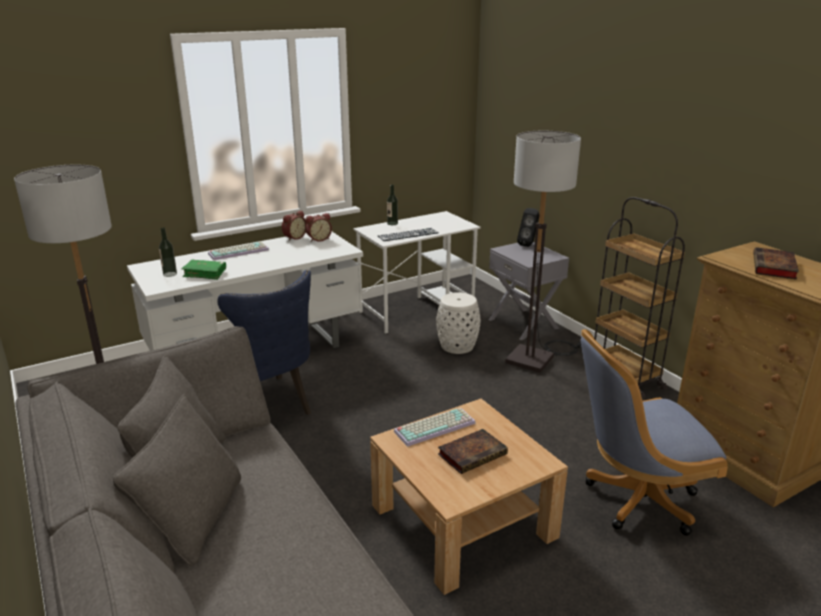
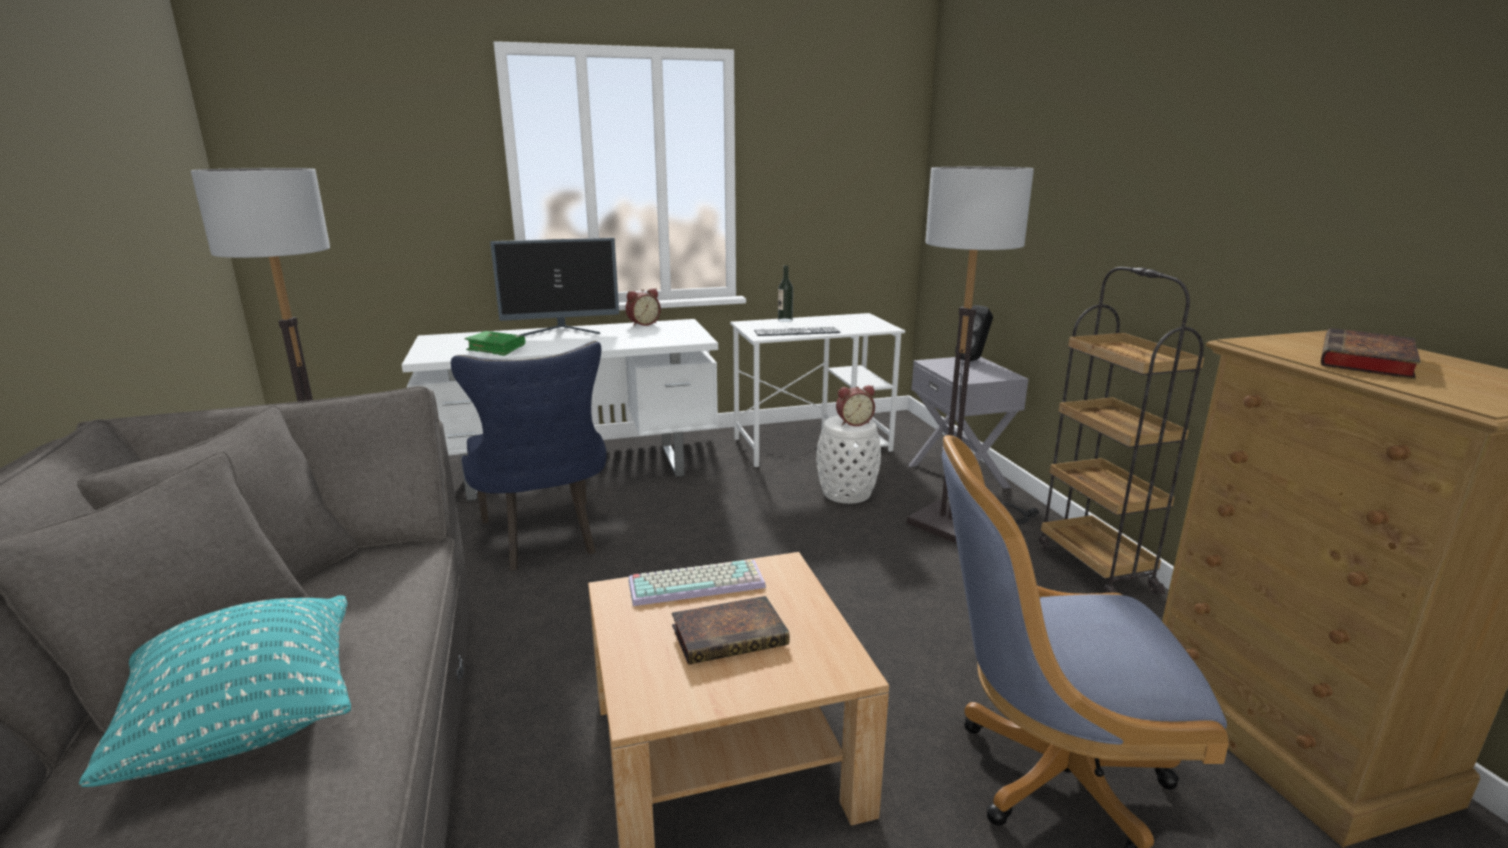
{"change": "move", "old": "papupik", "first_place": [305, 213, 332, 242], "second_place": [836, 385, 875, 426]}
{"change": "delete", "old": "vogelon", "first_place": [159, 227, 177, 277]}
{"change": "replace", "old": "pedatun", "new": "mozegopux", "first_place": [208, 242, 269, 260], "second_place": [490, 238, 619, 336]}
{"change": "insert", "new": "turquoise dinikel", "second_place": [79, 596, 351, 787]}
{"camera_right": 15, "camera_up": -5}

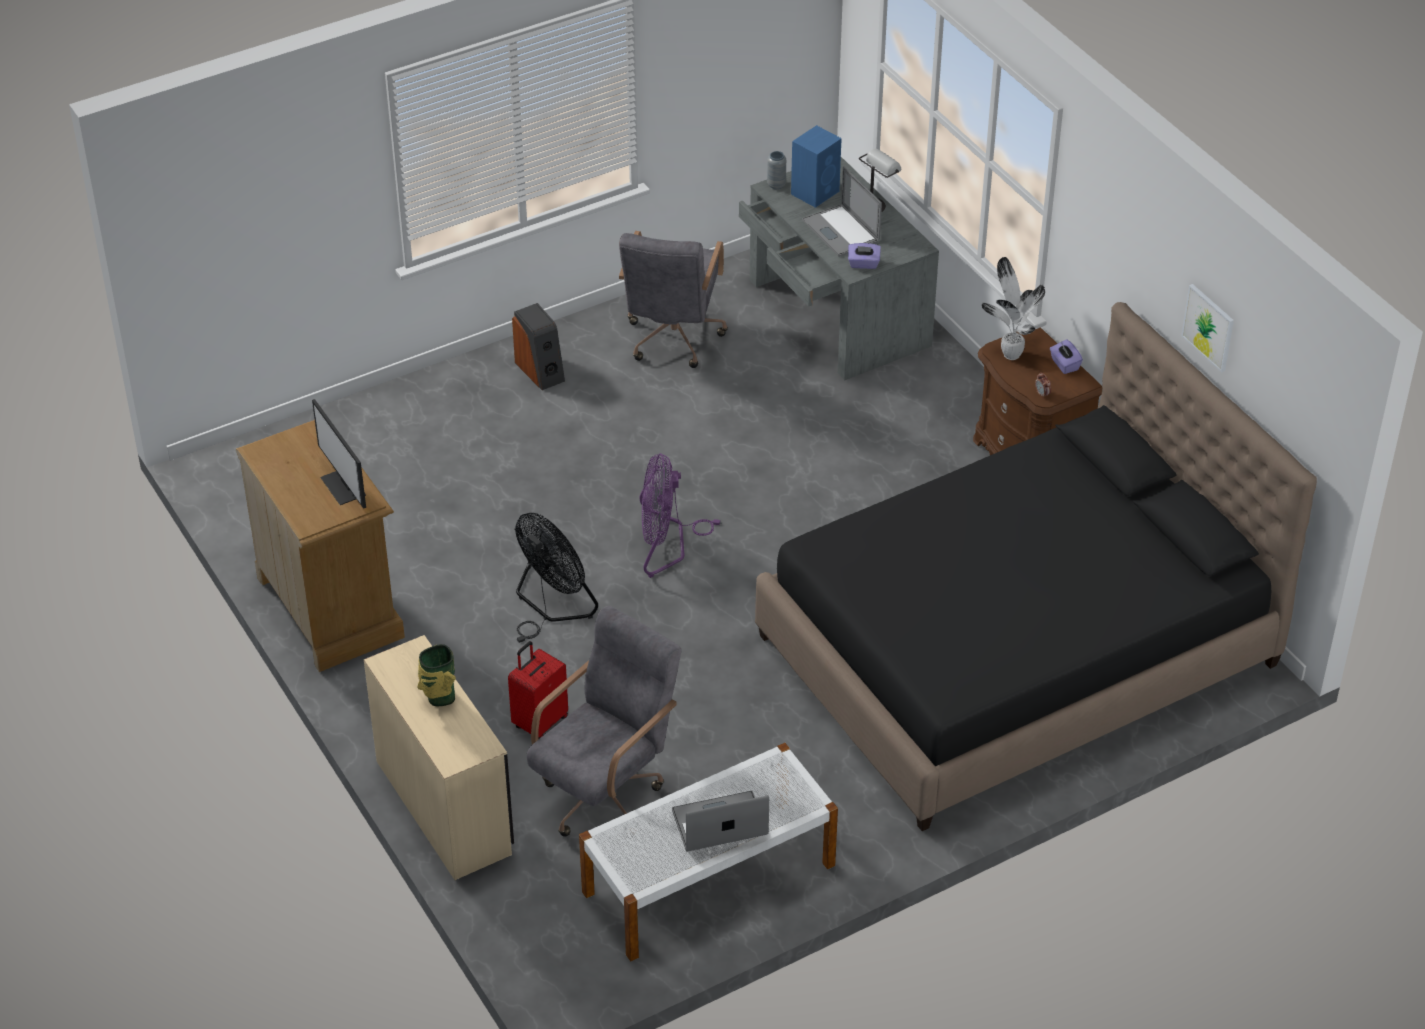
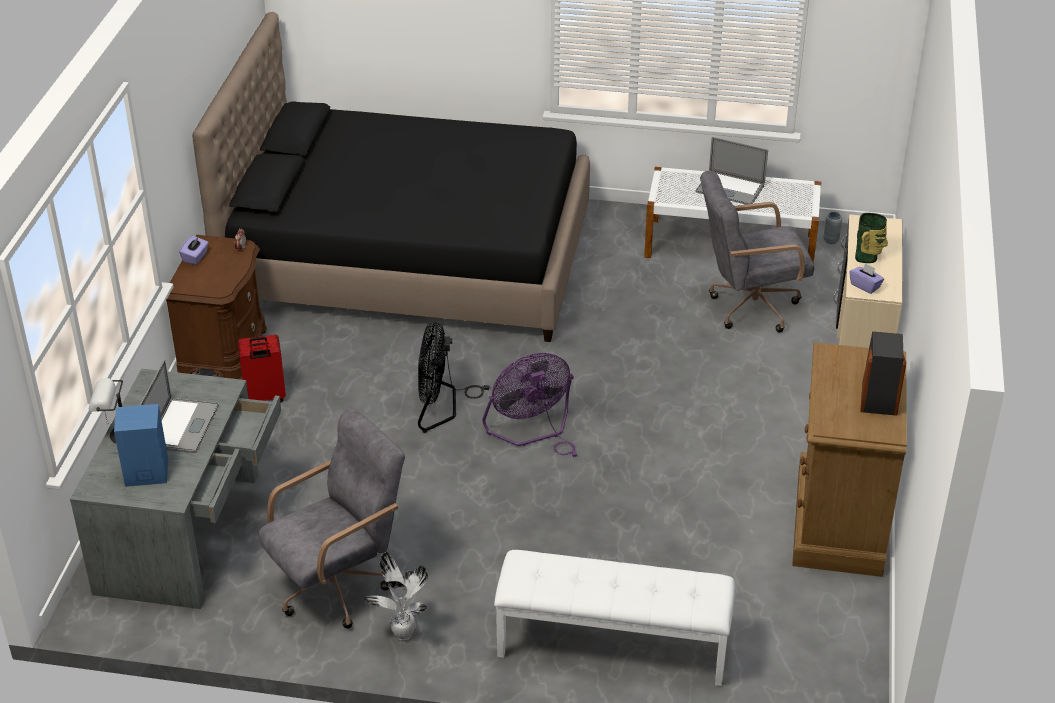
{"change": "move", "old": "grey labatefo", "first_place": [767, 151, 786, 189], "second_place": [823, 212, 842, 244]}
{"change": "move", "old": "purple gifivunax", "first_place": [848, 243, 881, 269], "second_place": [849, 263, 884, 294]}
{"change": "move", "old": "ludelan", "first_place": [982, 257, 1045, 360], "second_place": [364, 552, 428, 640]}
{"change": "delete", "old": "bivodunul", "first_place": [1181, 284, 1234, 372]}
{"change": "move", "old": "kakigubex", "first_place": [512, 303, 565, 390], "second_place": [860, 331, 906, 416]}
{"change": "delete", "old": "mozegopux", "first_place": [312, 399, 366, 509]}
{"change": "rotate", "old": "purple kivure", "first_place": [640, 453, 722, 578], "second_place": [482, 353, 577, 457], "degrees": -150}
{"change": "move", "old": "black kivure", "first_place": [514, 513, 598, 643], "second_place": [418, 322, 490, 433]}
{"change": "move", "old": "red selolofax", "first_place": [508, 641, 568, 739], "second_place": [238, 335, 286, 403]}
{"change": "insert", "new": "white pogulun", "second_place": [494, 550, 735, 686]}
{"camera_right": -140, "camera_up": -5}

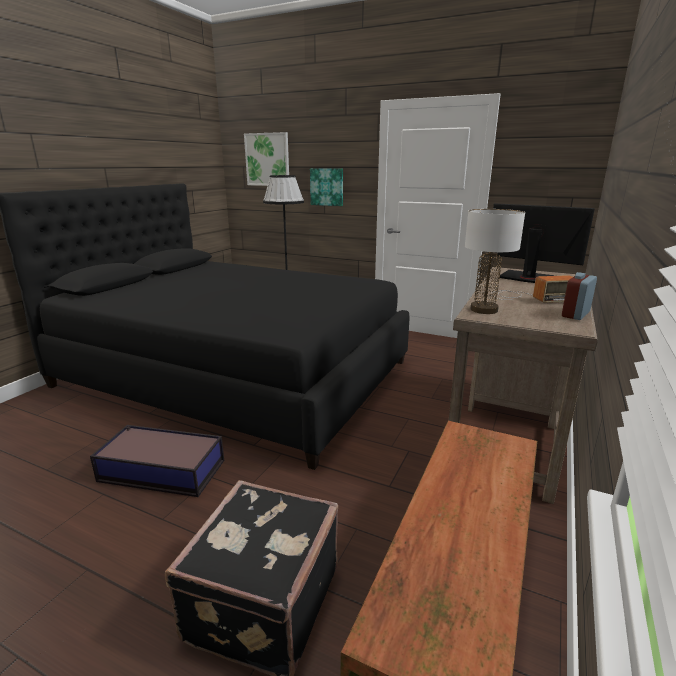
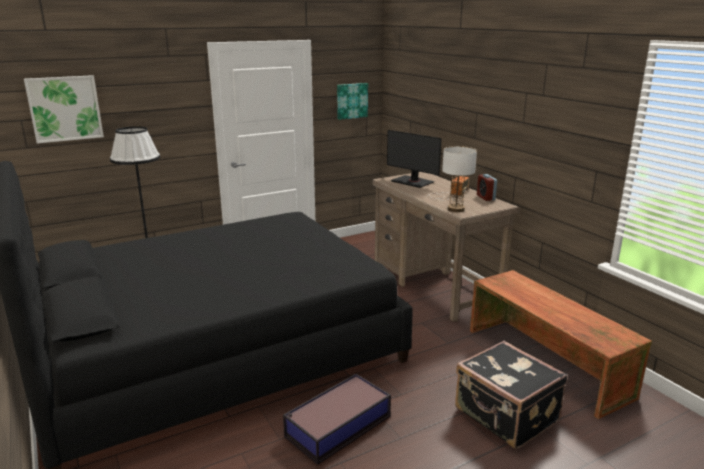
{"change": "move", "old": "bivodunul", "first_place": [310, 168, 343, 206], "second_place": [337, 83, 368, 120]}
{"change": "rotate", "old": "mozegopux", "first_place": [493, 203, 595, 283], "second_place": [387, 130, 442, 188], "degrees": -120}
{"camera_right": -55, "camera_up": 0}

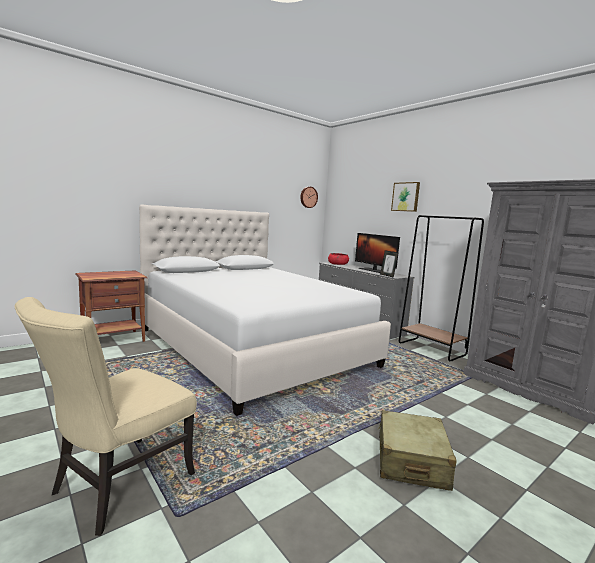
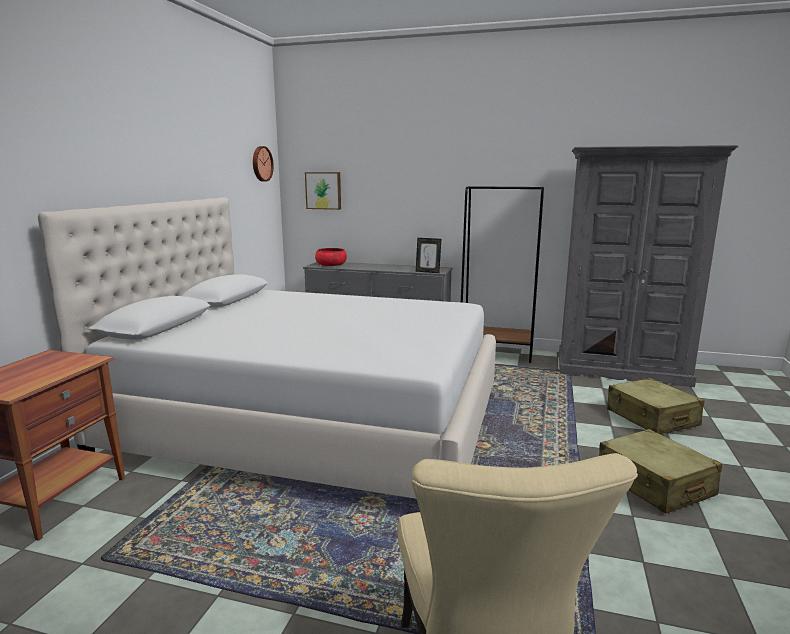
{"change": "move", "old": "bivodunul", "first_place": [391, 182, 420, 212], "second_place": [305, 172, 341, 210]}
{"change": "delete", "old": "mozegopux", "first_place": [355, 233, 400, 273]}
{"change": "insert", "new": "beige selolofax", "second_place": [607, 378, 704, 434]}
{"camera_right": -35, "camera_up": 5}

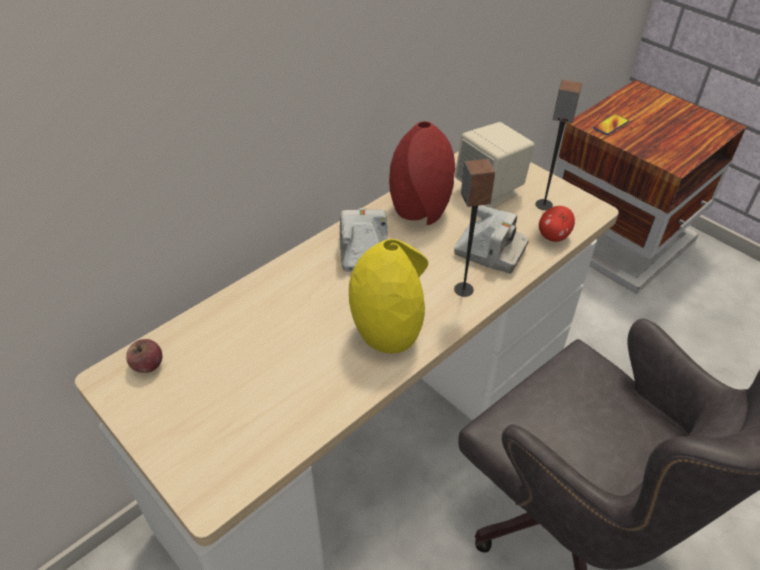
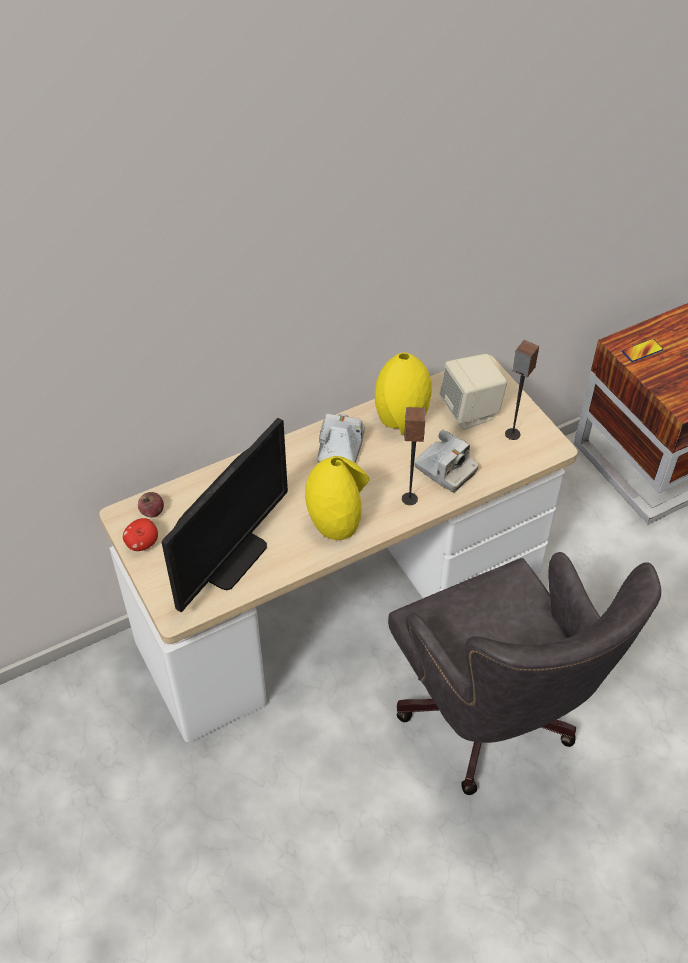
{"change": "recolor", "old": "red labatefo", "new": "yellow labatefo", "first_place": [389, 121, 455, 225], "second_place": [375, 353, 432, 435]}
{"change": "move", "old": "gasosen", "first_place": [539, 206, 575, 242], "second_place": [123, 518, 158, 551]}
{"change": "insert", "new": "mozegopux", "second_place": [162, 418, 288, 612]}
{"camera_right": 15, "camera_up": 5}

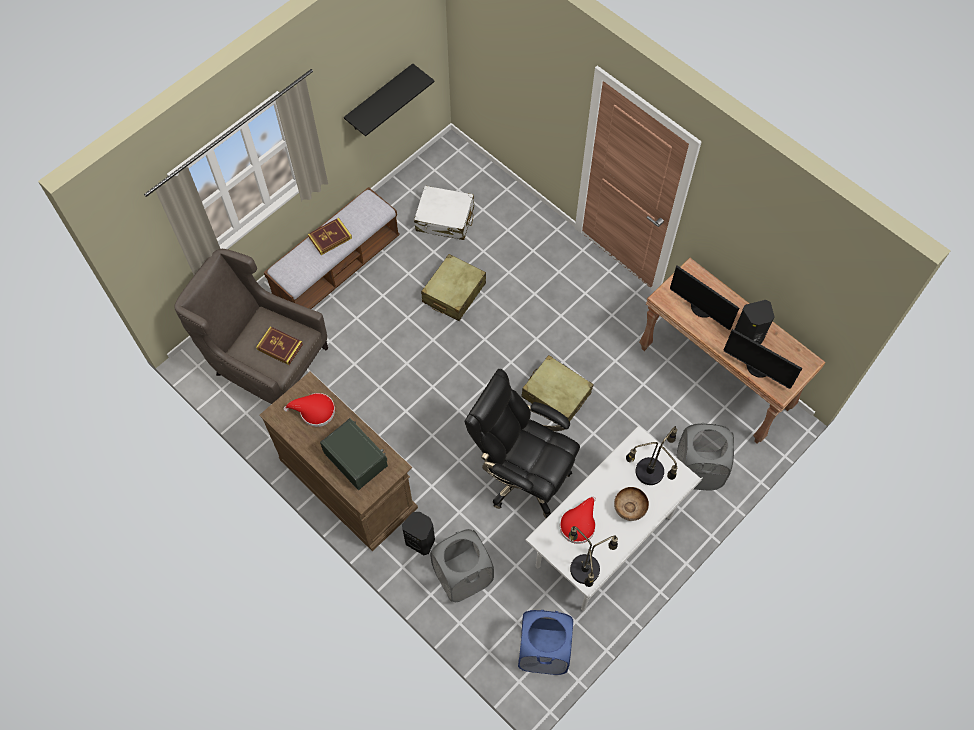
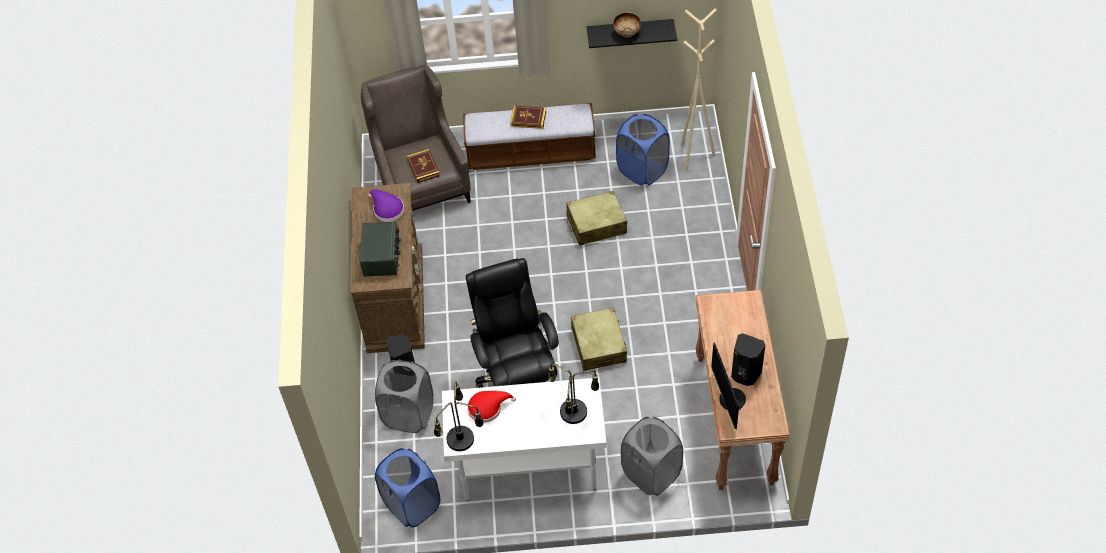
{"change": "replace", "old": "white selolofax", "new": "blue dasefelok", "first_place": [414, 186, 474, 240], "second_place": [616, 114, 670, 185]}
{"change": "delete", "old": "mozegopux", "first_place": [670, 265, 739, 330]}
{"change": "recolor", "old": "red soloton", "new": "purple soloton", "first_place": [284, 393, 335, 427], "second_place": [369, 189, 404, 222]}
{"change": "move", "old": "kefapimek", "first_place": [614, 487, 649, 521], "second_place": [613, 13, 641, 38]}
{"change": "insert", "new": "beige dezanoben", "second_place": [680, 8, 717, 172]}
{"camera_right": 45, "camera_up": -10}

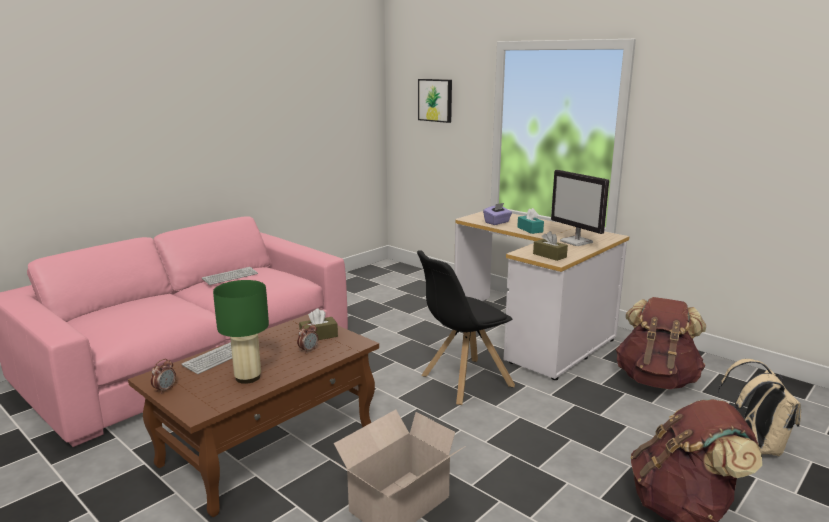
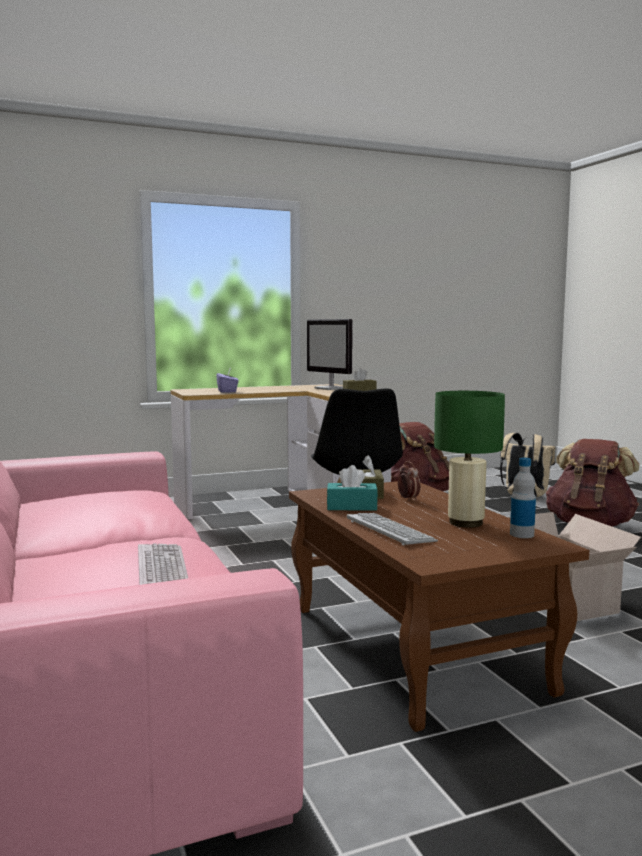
{"change": "delete", "old": "bivodunul", "first_place": [418, 79, 452, 123]}
{"change": "rotate", "old": "mozegopux", "first_place": [551, 170, 609, 246], "second_place": [307, 319, 353, 390], "degrees": 60}
{"change": "move", "old": "turquoise gifivunax", "first_place": [517, 208, 544, 234], "second_place": [327, 465, 378, 511]}
{"change": "move", "old": "pedatun", "first_place": [202, 267, 258, 285], "second_place": [138, 544, 188, 585]}
{"change": "delete", "old": "papupik", "first_place": [151, 359, 176, 394]}
{"change": "insert", "new": "vogelon", "second_place": [510, 458, 536, 538]}
{"camera_right": -65, "camera_up": -10}

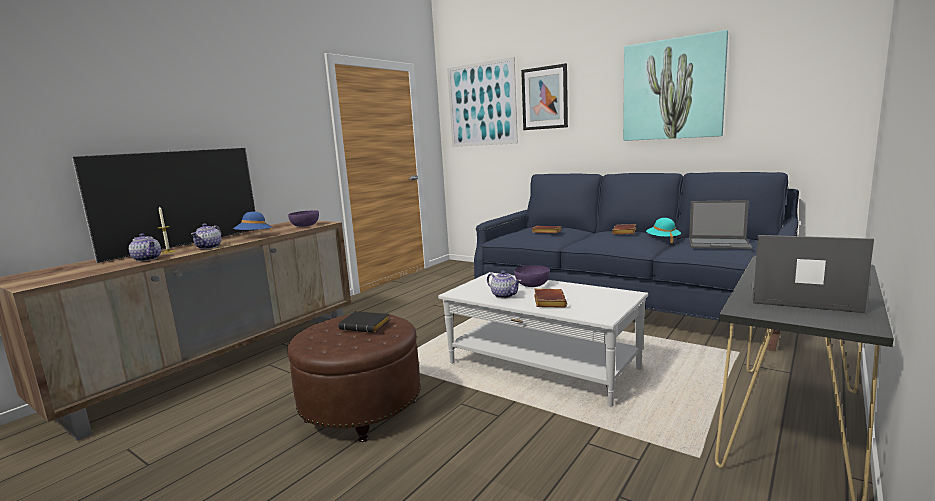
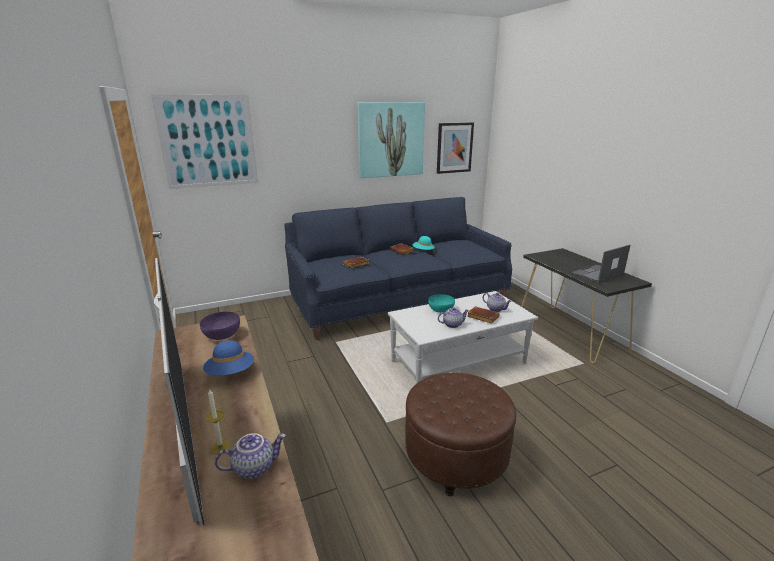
{"change": "move", "old": "bivodunul", "first_place": [521, 63, 568, 130], "second_place": [437, 122, 474, 174]}
{"change": "delete", "old": "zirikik", "first_place": [689, 200, 753, 249]}
{"change": "move", "old": "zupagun", "first_place": [191, 224, 221, 249], "second_place": [483, 293, 512, 312]}
{"change": "recolor", "old": "purple kefapimek", "new": "turquoise kefapimek", "first_place": [514, 265, 550, 287], "second_place": [428, 294, 455, 313]}
{"change": "delete", "old": "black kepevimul", "first_place": [338, 311, 390, 333]}
{"camera_right": -60, "camera_up": 10}

